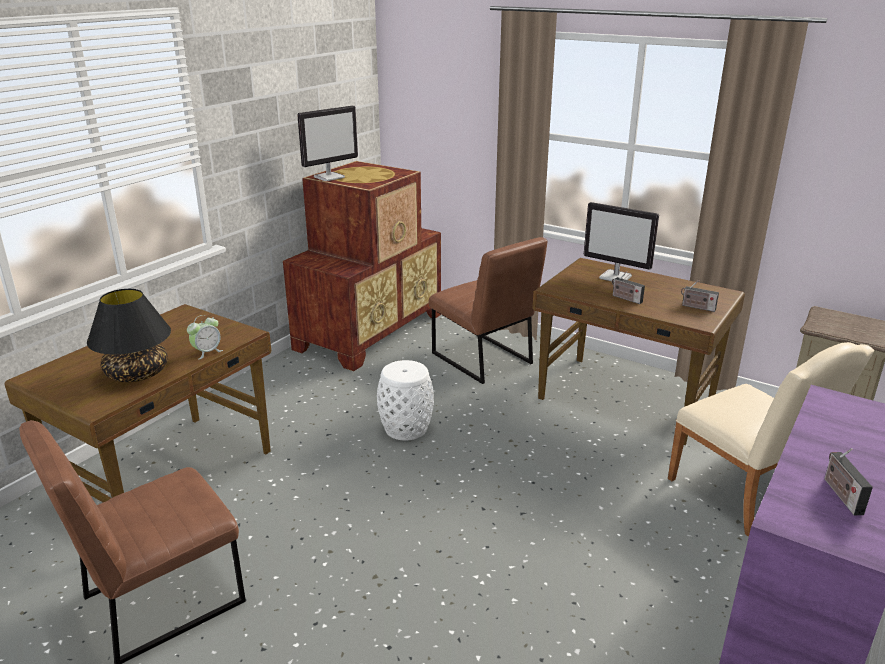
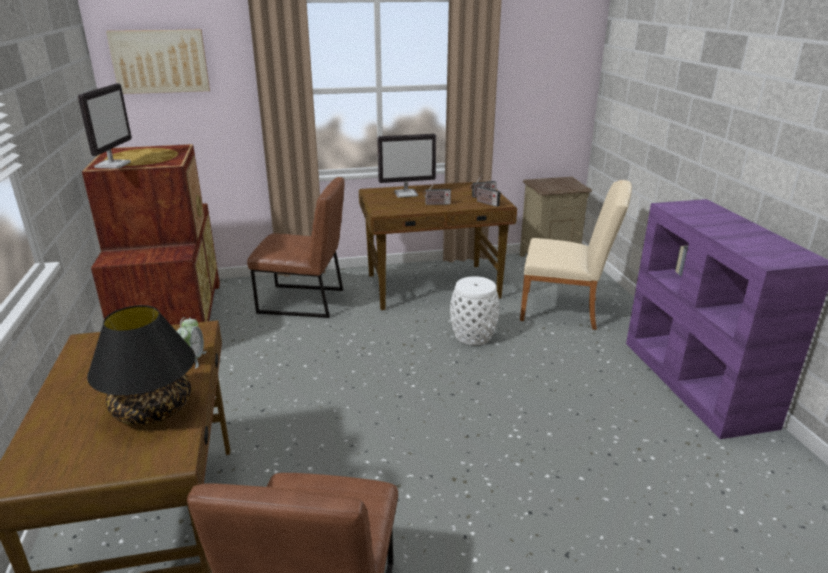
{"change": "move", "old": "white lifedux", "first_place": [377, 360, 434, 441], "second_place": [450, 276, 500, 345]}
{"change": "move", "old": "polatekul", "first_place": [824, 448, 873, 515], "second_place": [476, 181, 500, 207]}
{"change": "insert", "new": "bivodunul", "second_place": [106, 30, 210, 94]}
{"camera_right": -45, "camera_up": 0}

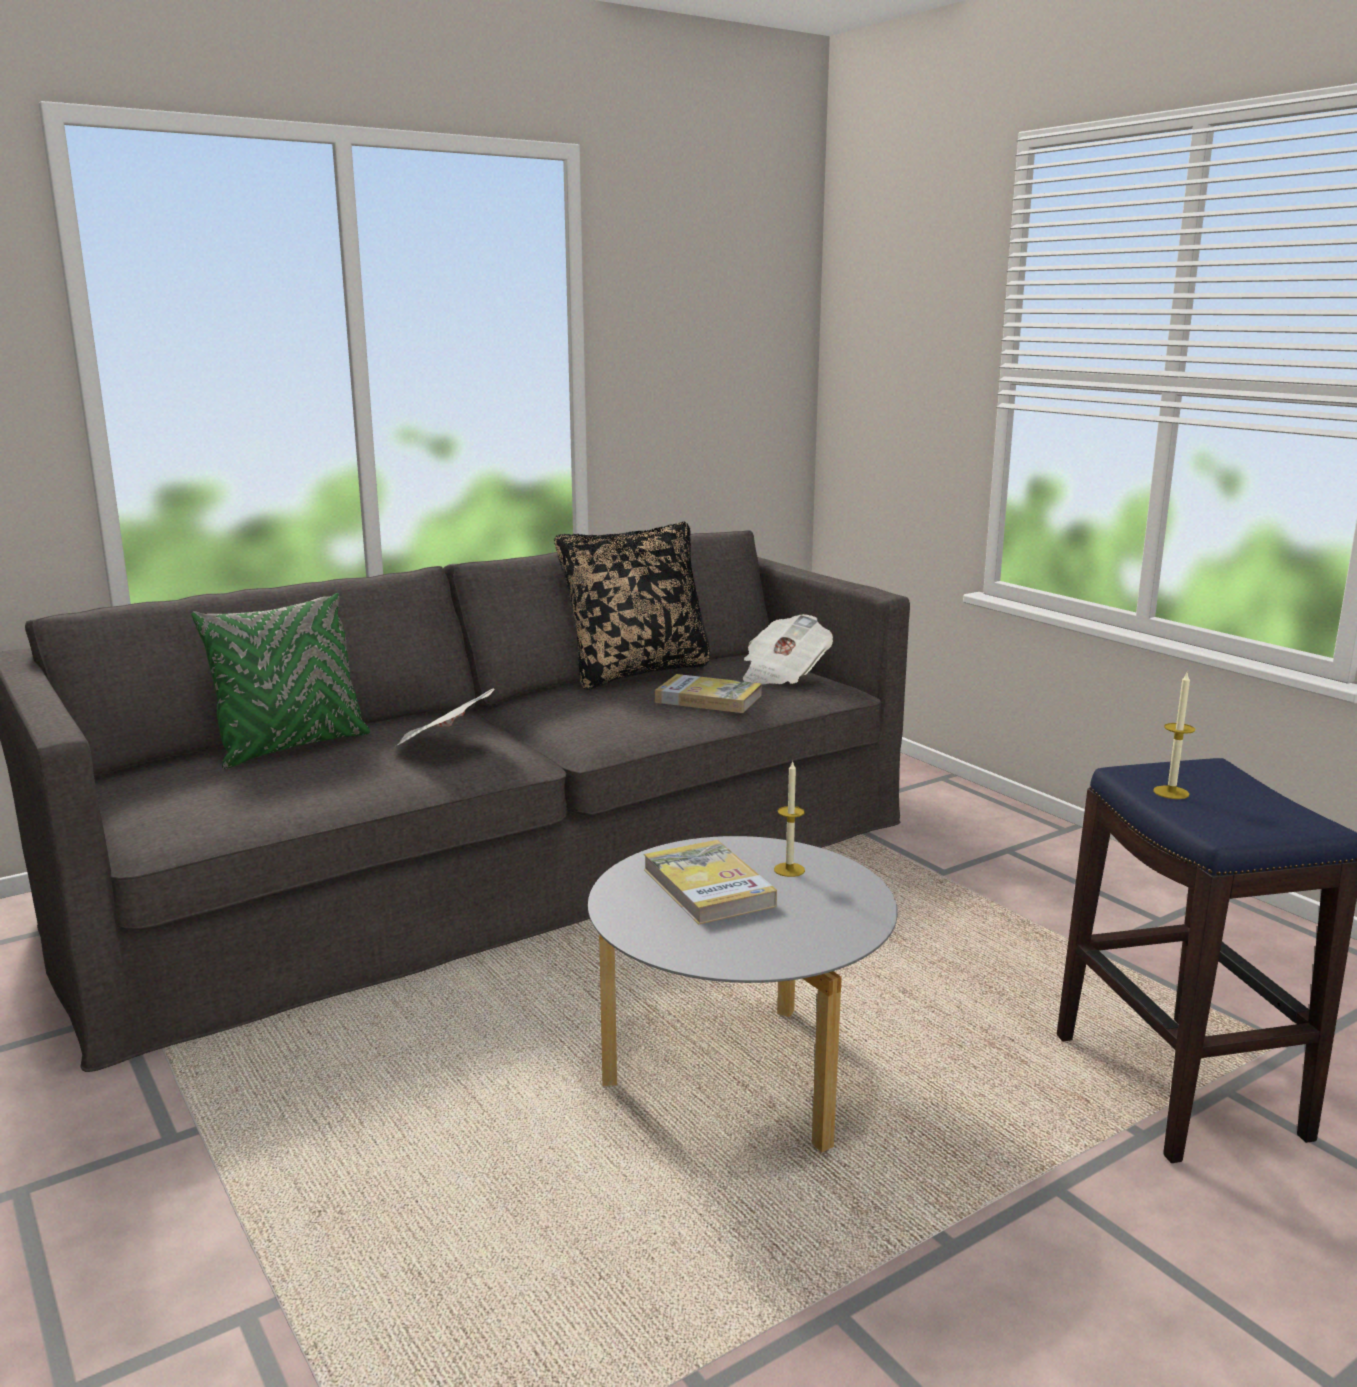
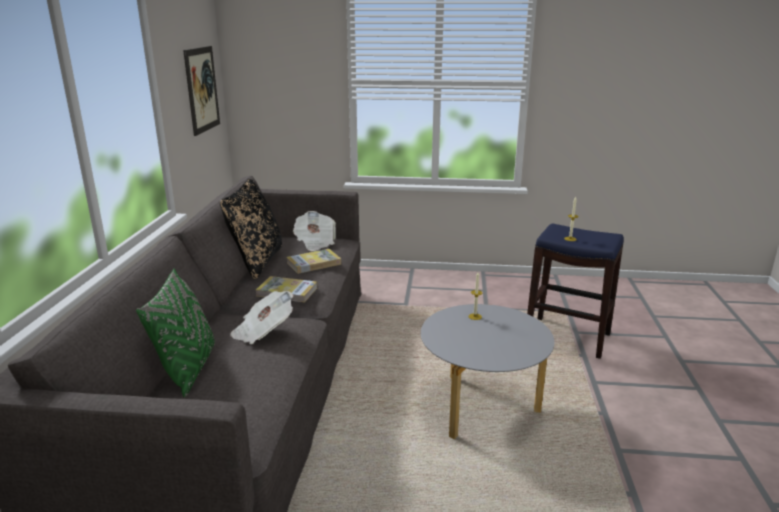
{"change": "move", "old": "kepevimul", "first_place": [644, 840, 777, 925], "second_place": [256, 276, 317, 302]}
{"change": "insert", "new": "bivodunul", "second_place": [183, 46, 220, 136]}
{"camera_right": -50, "camera_up": 5}

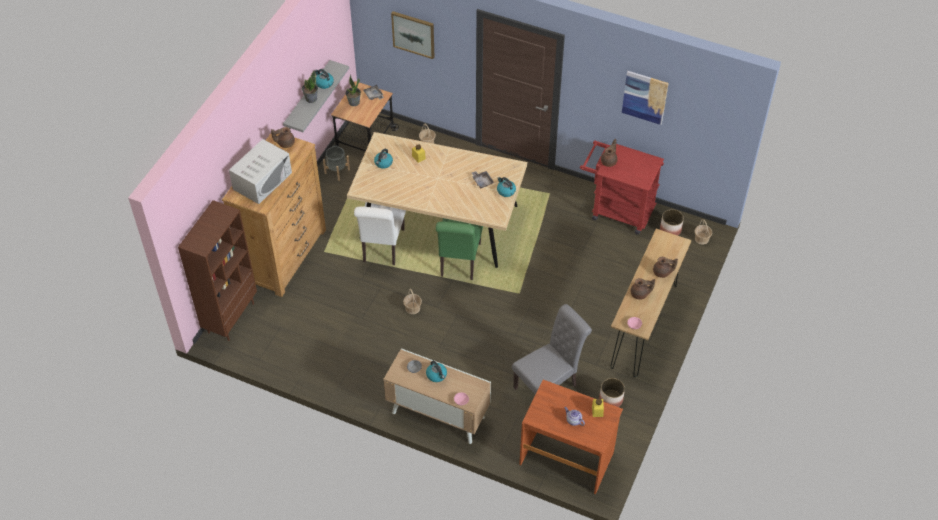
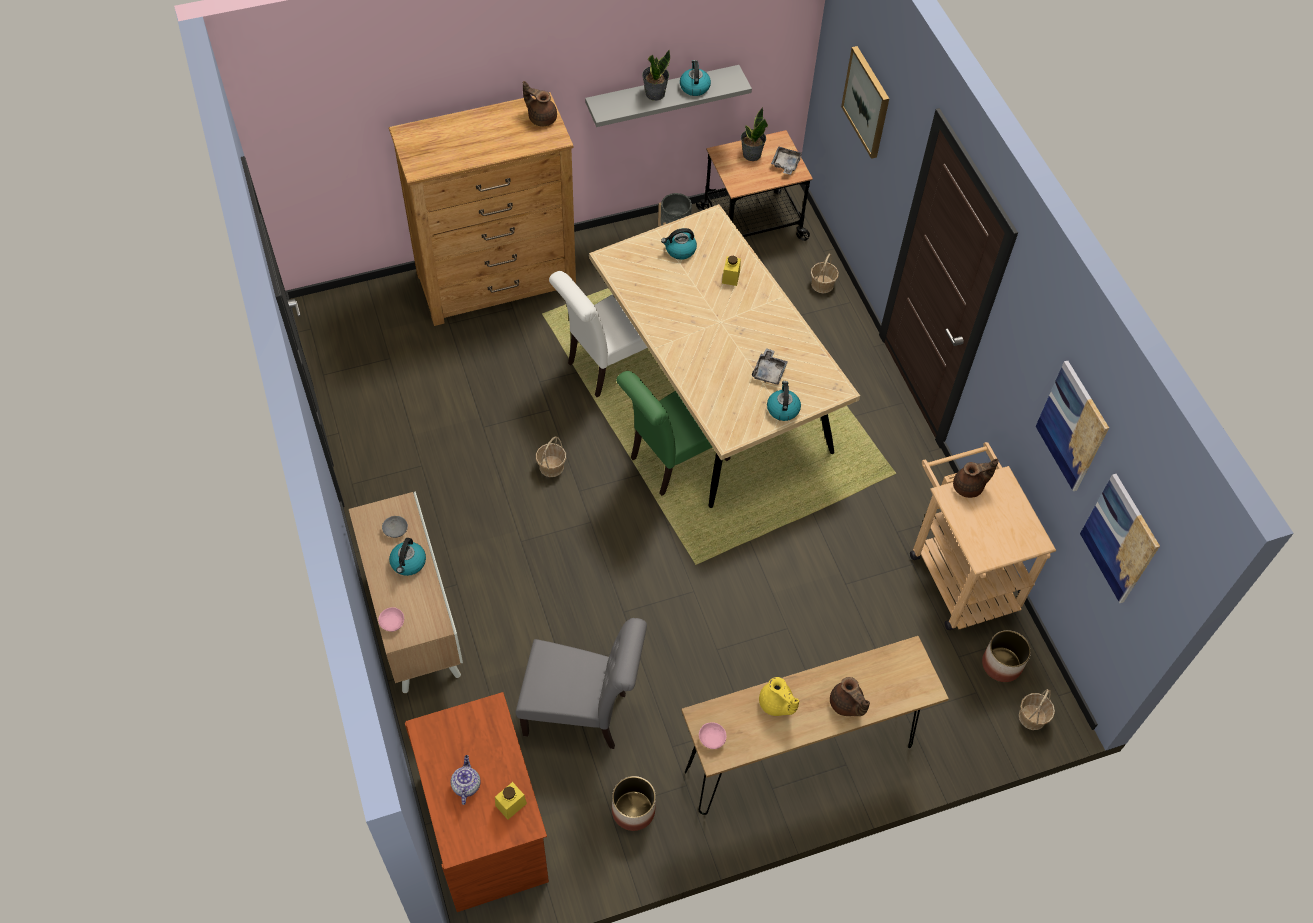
{"change": "delete", "old": "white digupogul", "first_place": [229, 139, 292, 204]}
{"change": "recolor", "old": "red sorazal", "new": "beige sorazal", "first_place": [580, 141, 664, 235], "second_place": [910, 442, 1056, 630]}
{"change": "delete", "old": "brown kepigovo", "first_place": [178, 200, 257, 341]}
{"change": "recolor", "old": "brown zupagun", "new": "yellow zupagun", "first_place": [631, 278, 655, 300], "second_place": [759, 677, 799, 716]}
{"change": "insert", "new": "bivodunul", "second_place": [1080, 474, 1160, 603]}
{"camera_right": 45, "camera_up": 5}

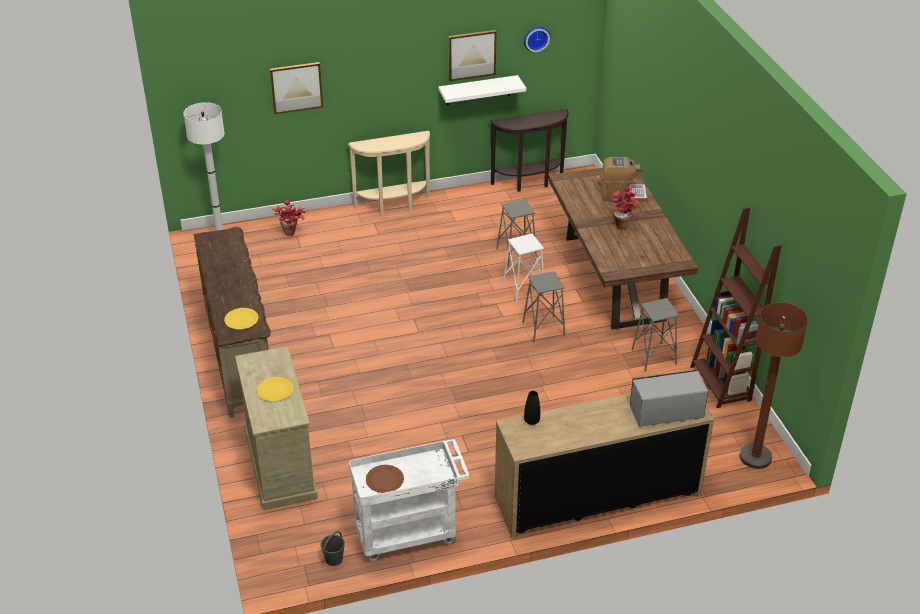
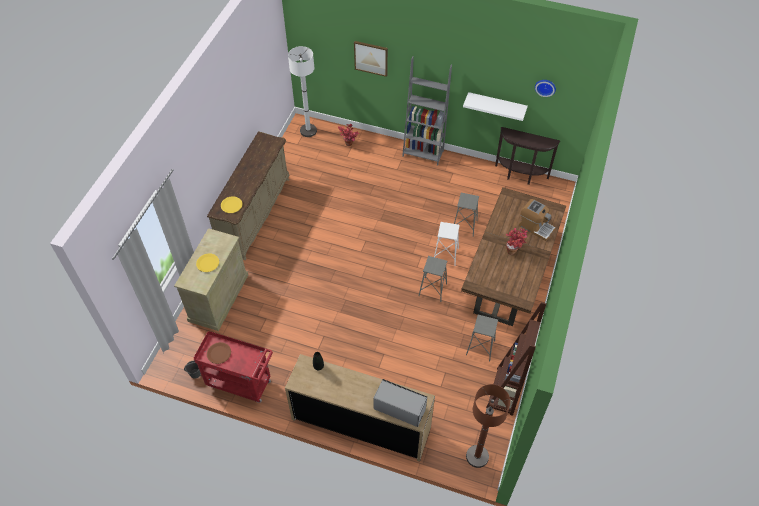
{"change": "delete", "old": "bivodunul", "first_place": [448, 30, 497, 81]}
{"change": "replace", "old": "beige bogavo", "new": "grey kepigovo", "first_place": [348, 131, 430, 215], "second_place": [402, 56, 452, 166]}
{"change": "recolor", "old": "white sorazal", "new": "red sorazal", "first_place": [349, 439, 469, 561], "second_place": [194, 331, 273, 403]}
{"camera_right": 35, "camera_up": 15}

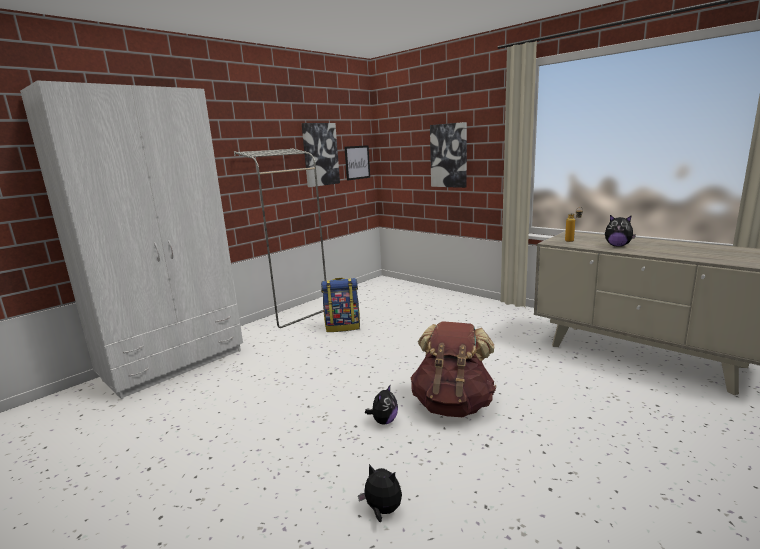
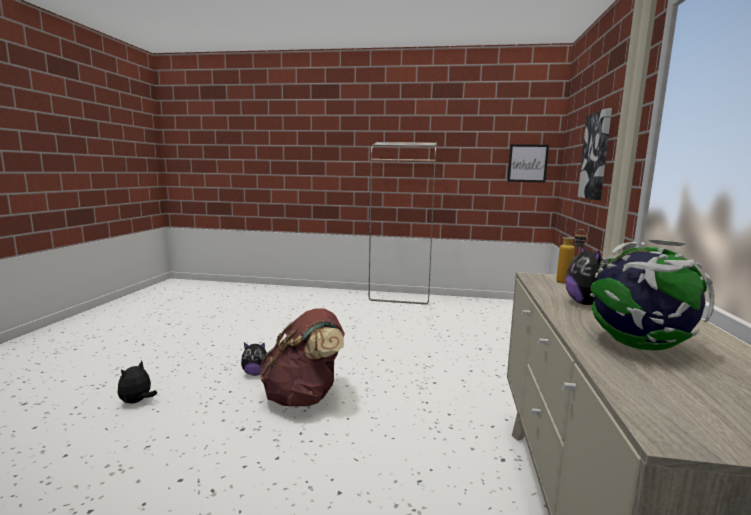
{"change": "delete", "old": "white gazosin", "first_place": [20, 80, 243, 399]}
{"change": "delete", "old": "bivodunul", "first_place": [302, 123, 340, 187]}
{"change": "delete", "old": "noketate", "first_place": [321, 278, 360, 332]}
{"change": "rotate", "old": "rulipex", "first_place": [358, 464, 402, 522], "second_place": [118, 361, 157, 404], "degrees": -150}
{"change": "insert", "new": "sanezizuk", "second_place": [590, 239, 714, 350]}
{"camera_right": 55, "camera_up": -5}

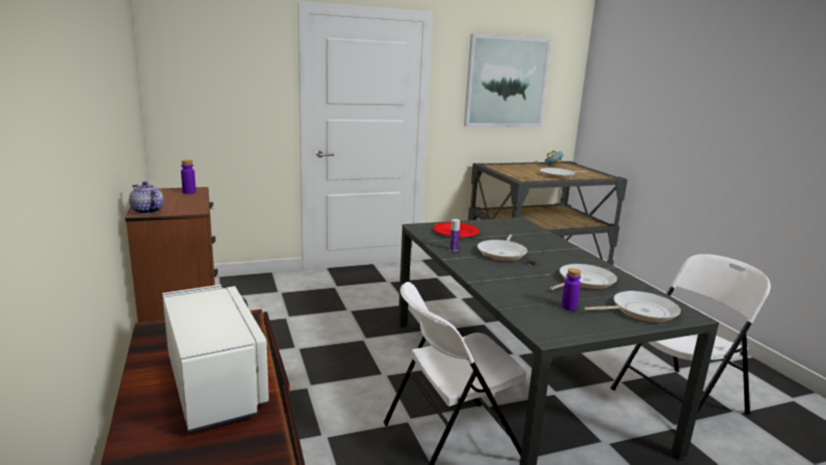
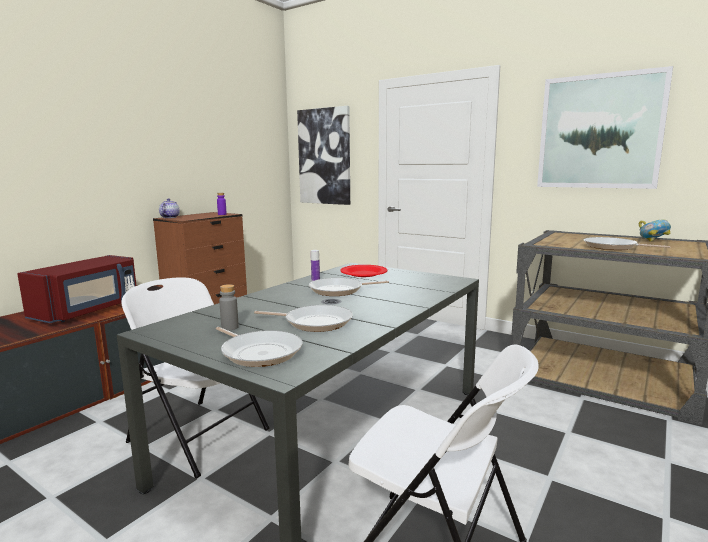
{"change": "recolor", "old": "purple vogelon", "new": "grey vogelon", "first_place": [561, 268, 581, 310], "second_place": [219, 284, 239, 330]}
{"change": "recolor", "old": "white digupogul", "new": "red digupogul", "first_place": [162, 285, 269, 433], "second_place": [17, 255, 136, 323]}
{"change": "insert", "new": "bivodunul", "second_place": [297, 106, 350, 205]}
{"camera_right": 55, "camera_up": -5}

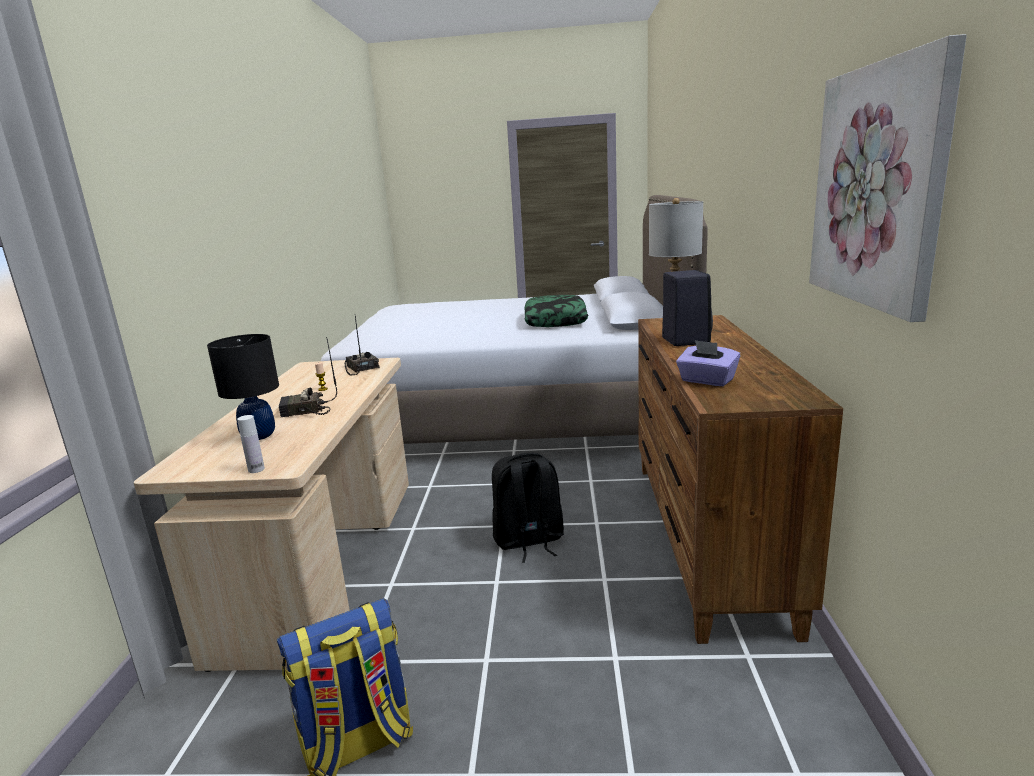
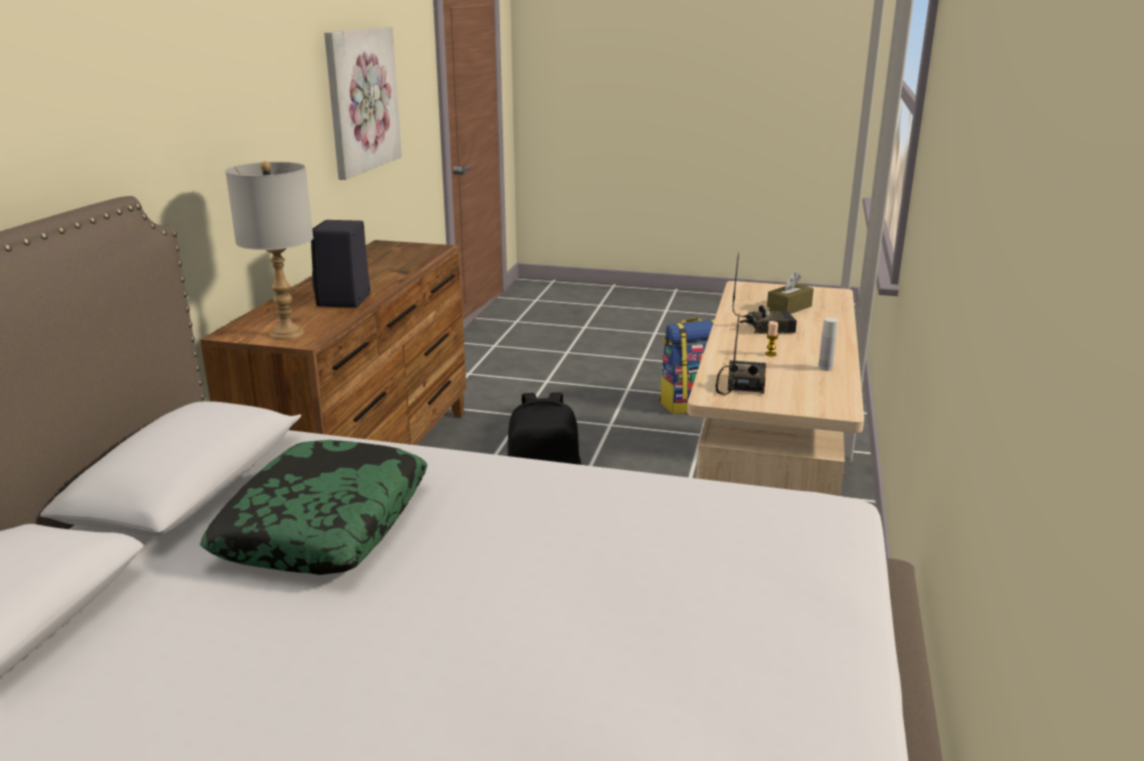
{"change": "rotate", "old": "polatekul", "first_place": [345, 316, 380, 376], "second_place": [716, 316, 766, 395], "degrees": -150}
{"change": "replace", "old": "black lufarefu", "new": "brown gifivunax", "first_place": [207, 334, 279, 440], "second_place": [767, 272, 814, 314]}
{"change": "delete", "old": "purple gifivunax", "first_place": [676, 340, 740, 386]}
{"change": "move", "old": "white vogelon", "first_place": [237, 415, 265, 473], "second_place": [818, 317, 838, 371]}
{"camera_right": -170, "camera_up": 5}

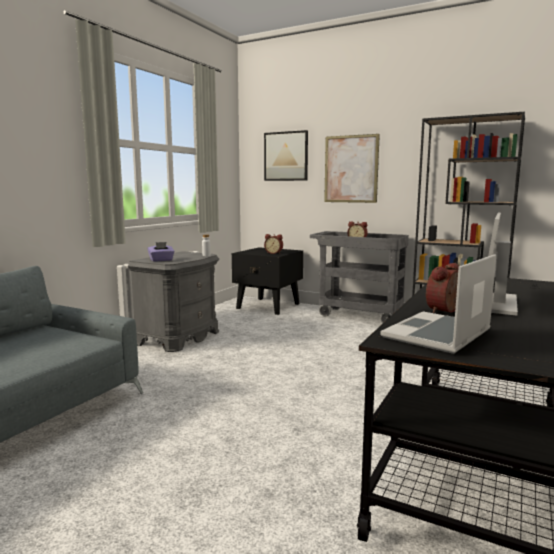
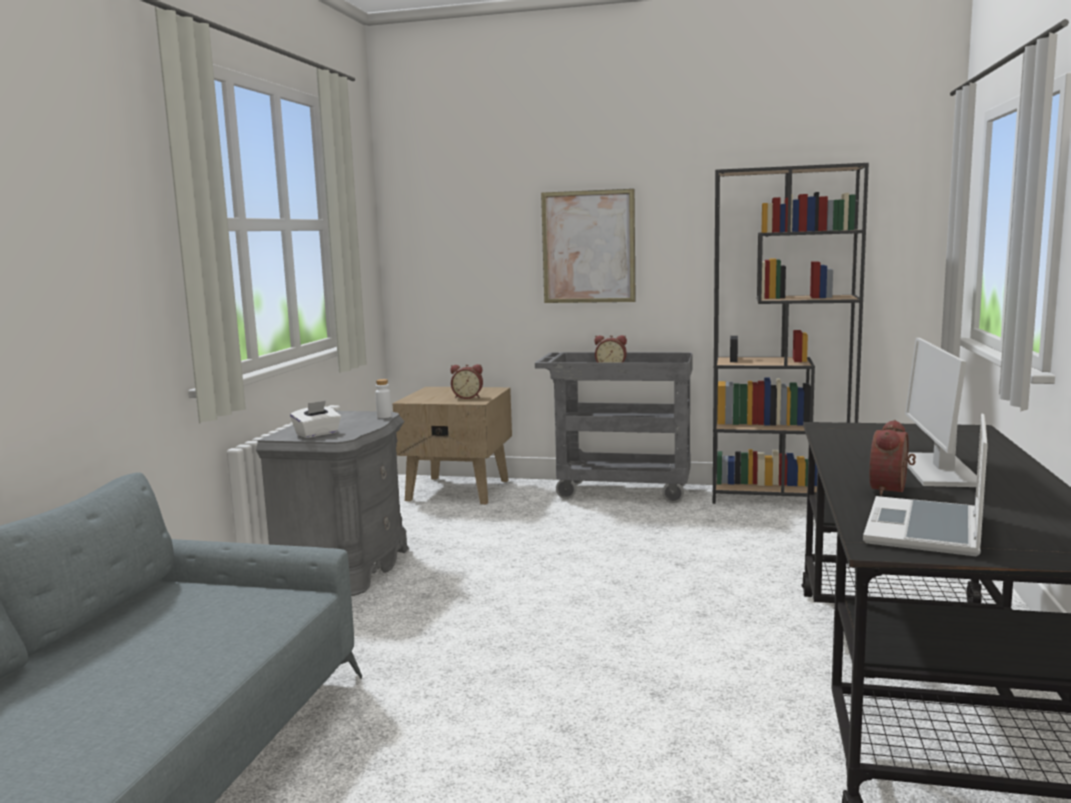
{"change": "delete", "old": "bivodunul", "first_place": [264, 130, 308, 181]}
{"change": "recolor", "old": "purple gifivunax", "new": "white gifivunax", "first_place": [148, 242, 175, 262], "second_place": [290, 401, 341, 438]}
{"change": "recolor", "old": "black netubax", "new": "beige netubax", "first_place": [232, 247, 303, 315], "second_place": [393, 387, 512, 504]}
{"camera_right": -15, "camera_up": 0}

